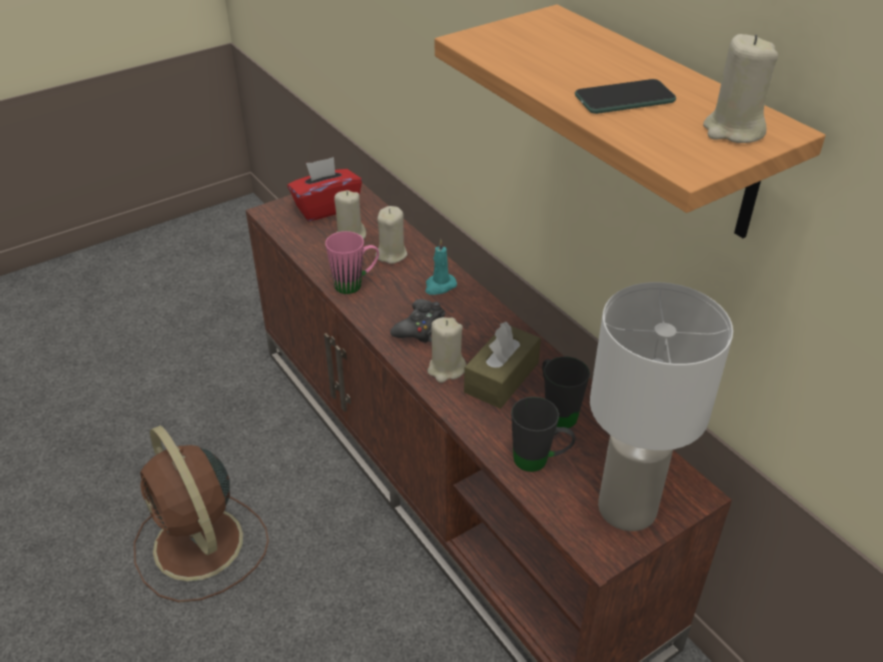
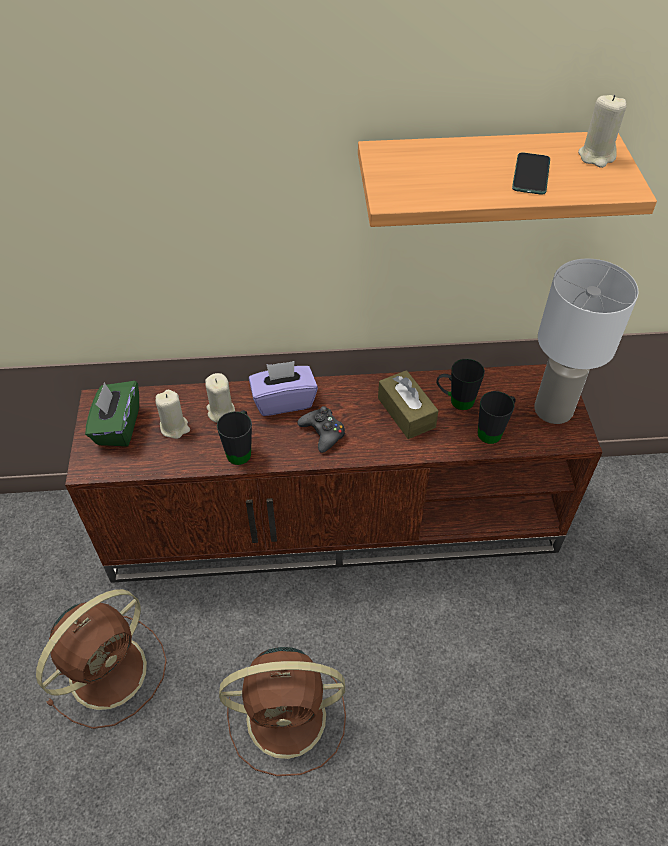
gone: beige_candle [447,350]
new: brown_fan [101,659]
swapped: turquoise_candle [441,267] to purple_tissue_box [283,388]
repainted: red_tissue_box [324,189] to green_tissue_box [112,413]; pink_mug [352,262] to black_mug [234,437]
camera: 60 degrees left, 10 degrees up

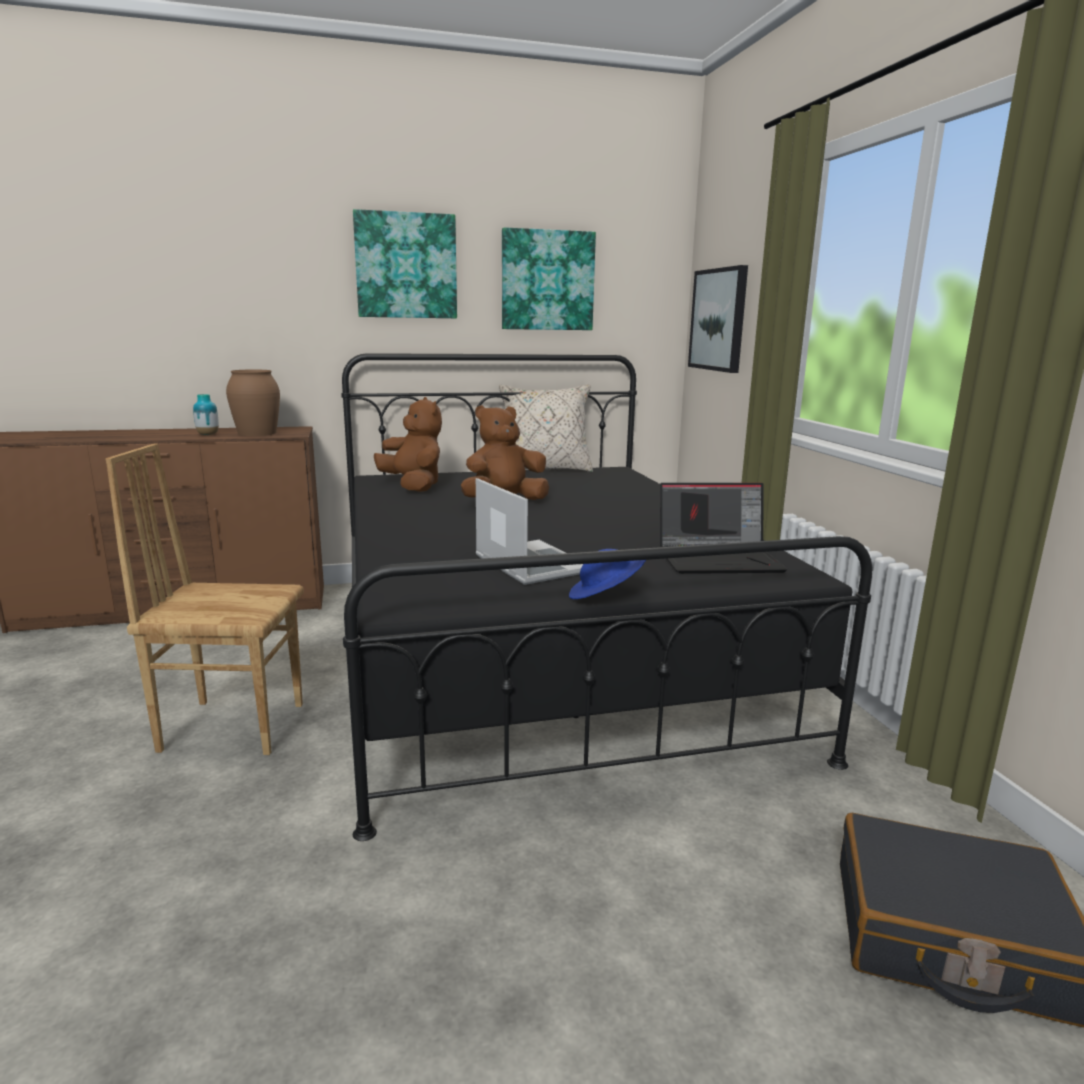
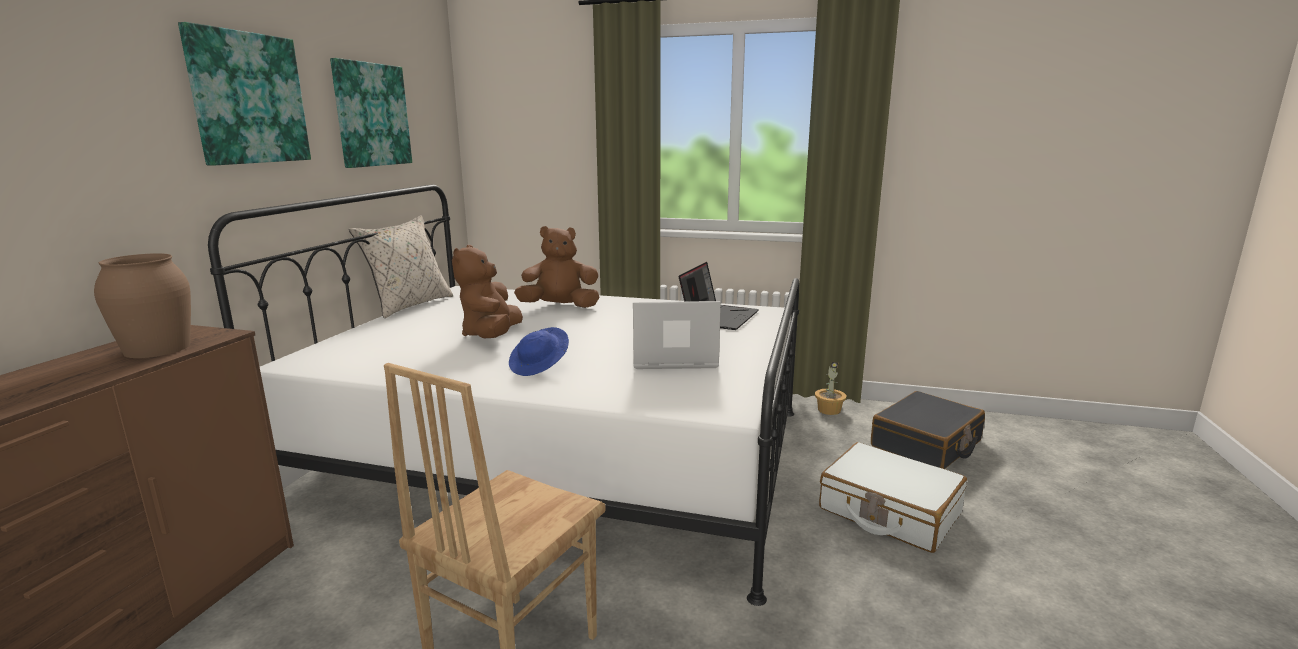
gone: vase [206,414]; picture [718,319]
new: potted_plant [830,388]; white_suitcase [893,497]
shifted: blue_hat [607,574] to [539,351]; brown_plush_toy [408,444] to [557,267]
repainted: black_bed [606,597] to white_bed [503,395]
camera: 60 degrees left, 0 degrees up

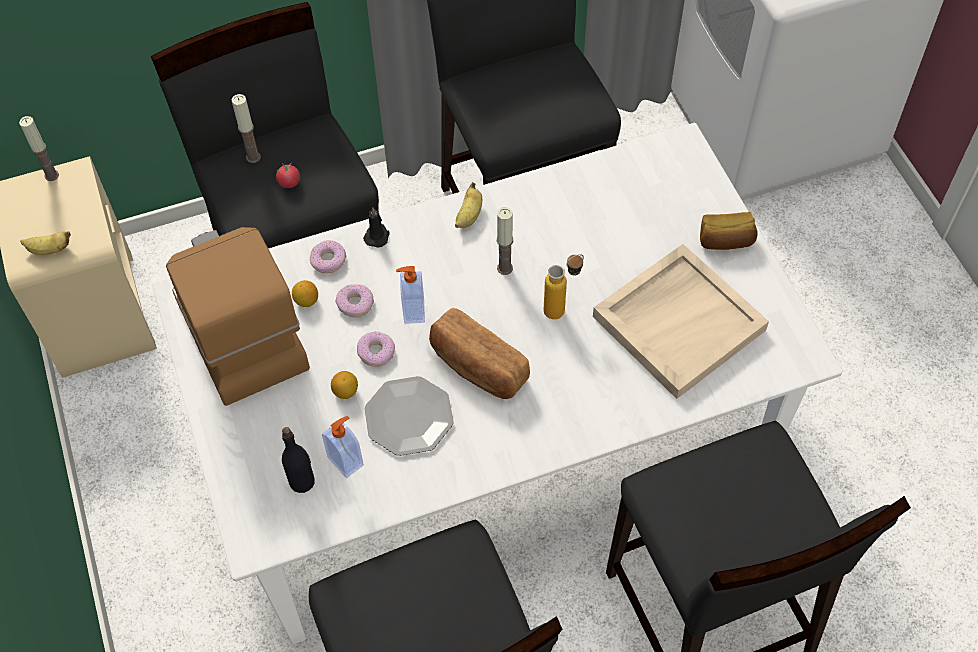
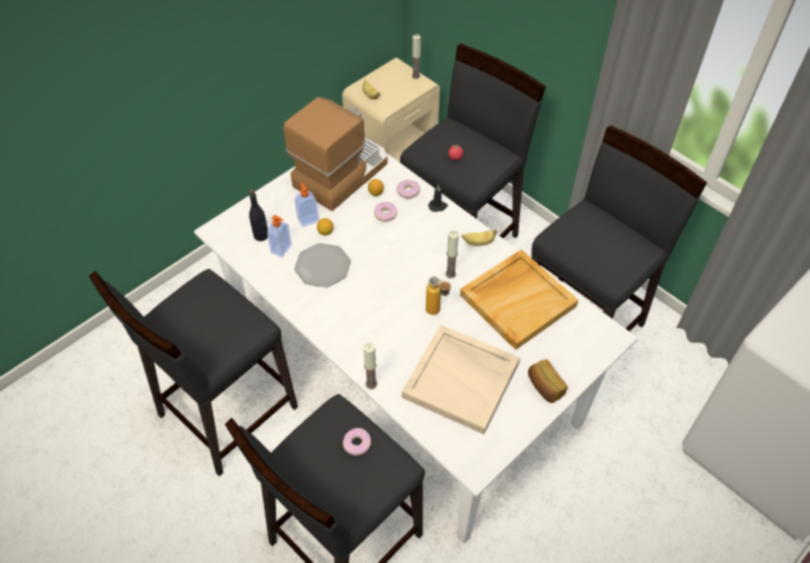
gone: bread [479,353]
new: beige_tray [519,299]
shifted: soap_dispenser [410,295] to [306,205]; donut [376,349] to [357,442]; candle [246,128] to [370,366]
camera: 65 degrees right, 5 degrees down

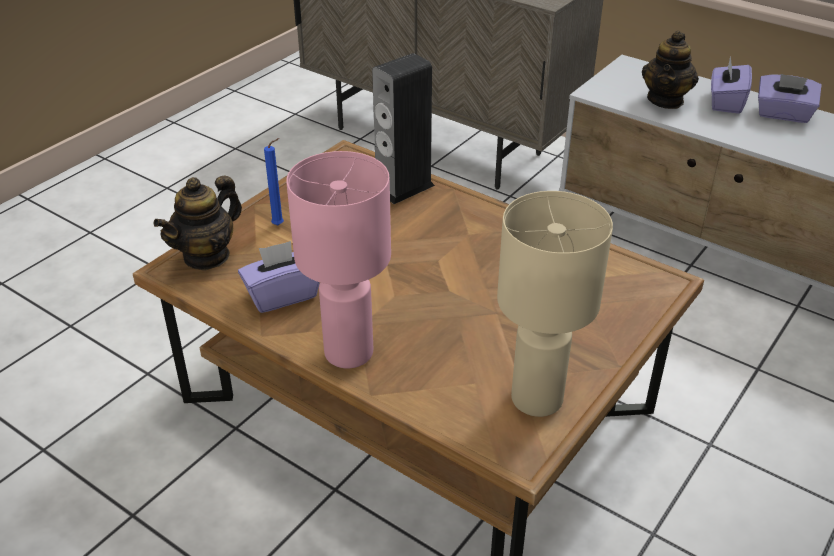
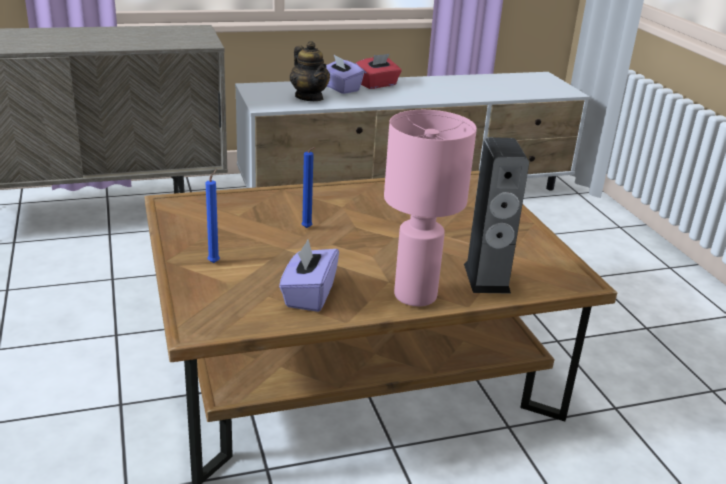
gone: teapot [197,223]; beige_table_lamp [555,304]
new: blue_candle [308,187]
shifted: speaker [403,128] to [496,215]
repainted: purple_tissue_box [790,98] to red_tissue_box [378,71]
camera: 55 degrees left, 10 degrees down

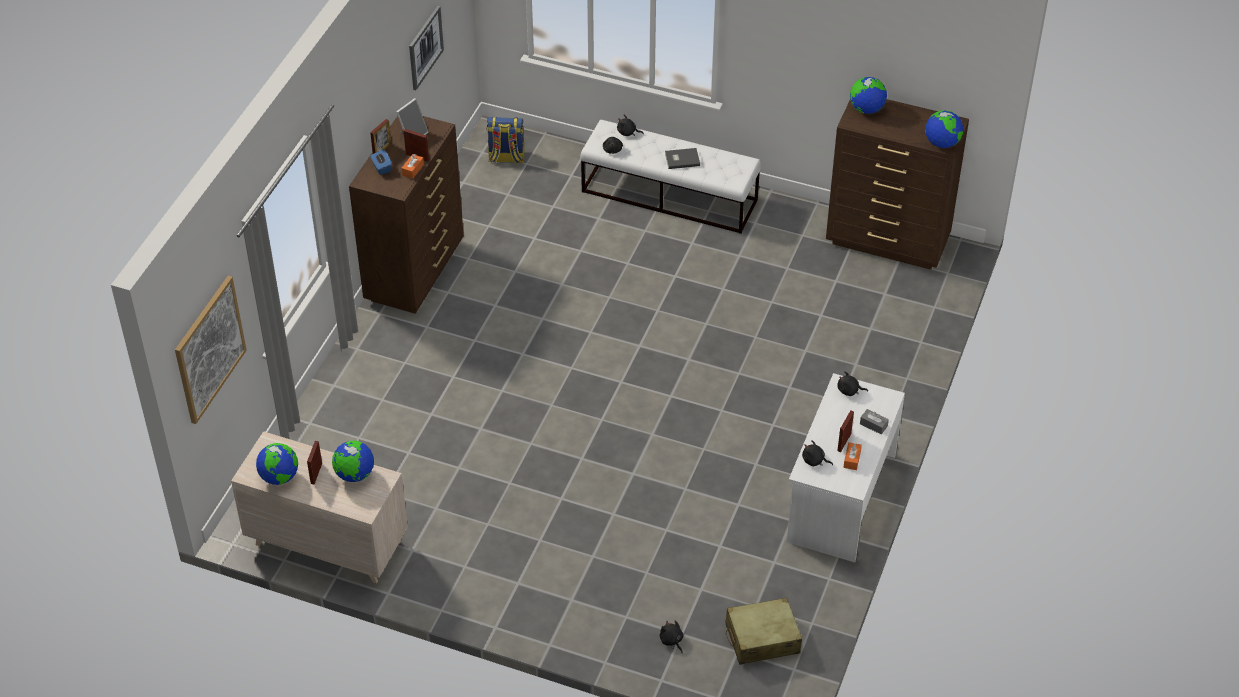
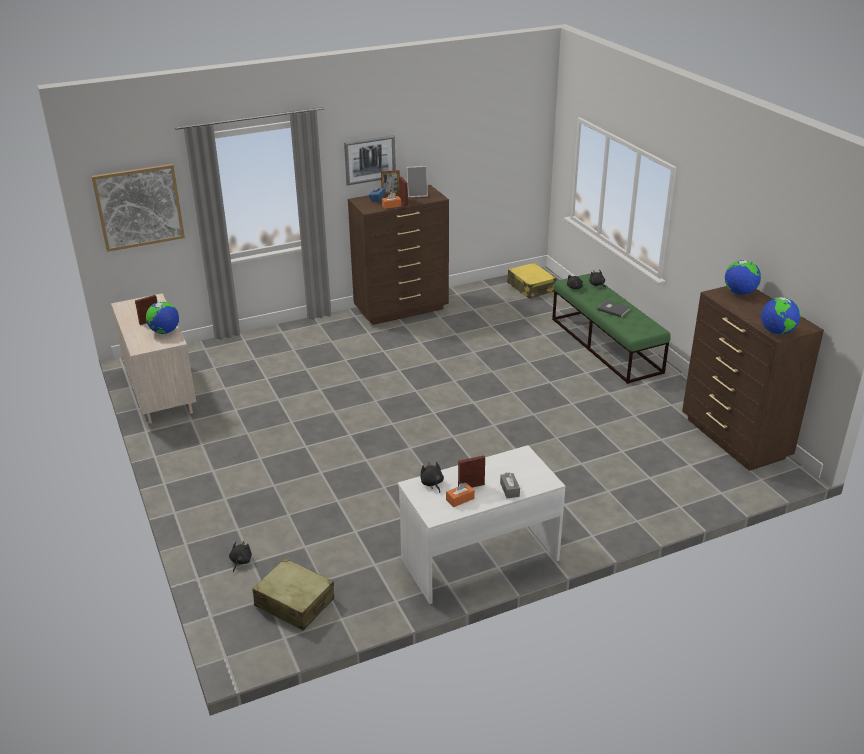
gone: globe [277,464]; black_plush_toy [852,383]
shifted: picture [426,48] to [370,160]
swapped: backpack [506,140] to yellow_suitcase [531,280]
repainted: white_bench [670,177] to green_bench [611,329]
camera: 45 degrees right, 15 degrees down

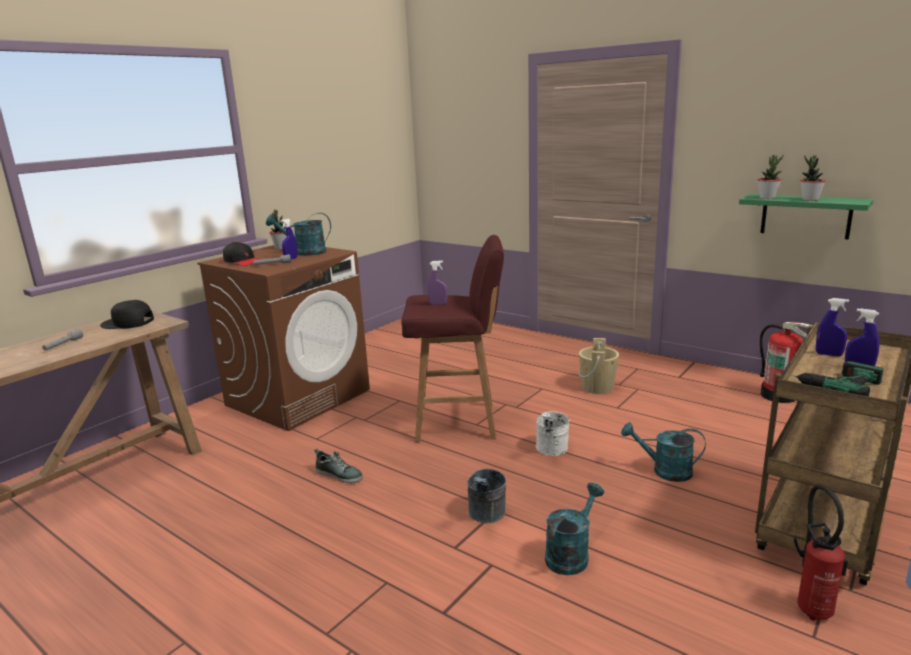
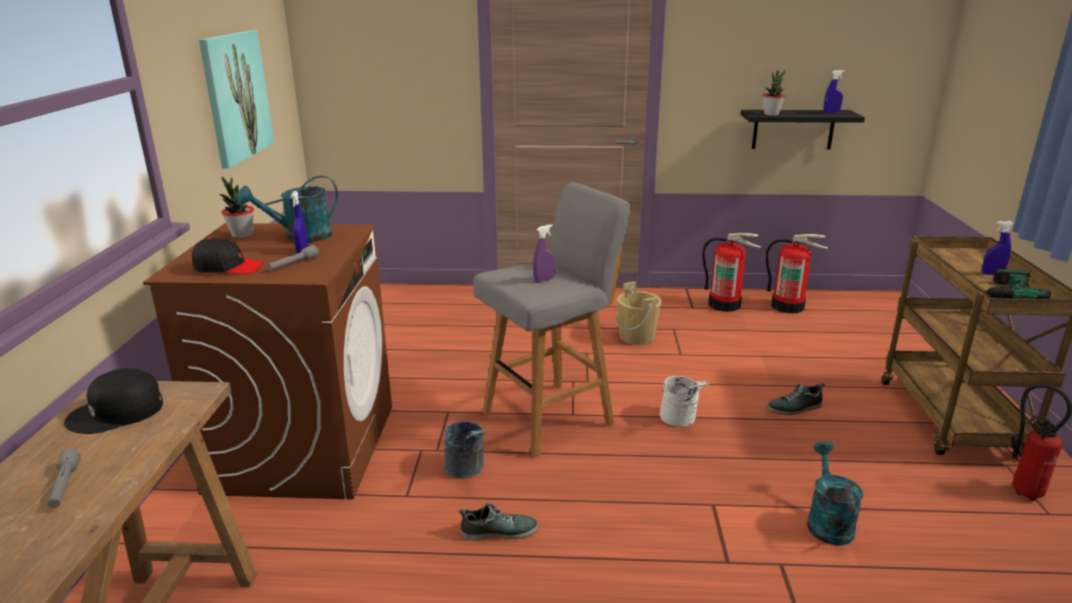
gone: potted_plant [813,178]
new: picture [236,99]; fire_extinguisher [731,272]
shifted: grey_bucket [487,496] to [464,450]; blue_spray_bottle [832,327] to [834,91]
swapped: turquoise_watering_can [663,452] to shoe [796,399]
repainted: red_stool [452,338] to grey_stool [552,320]; green_shelf [806,217] to black_shelf [803,129]
camera: 35 degrees left, 5 degrees up

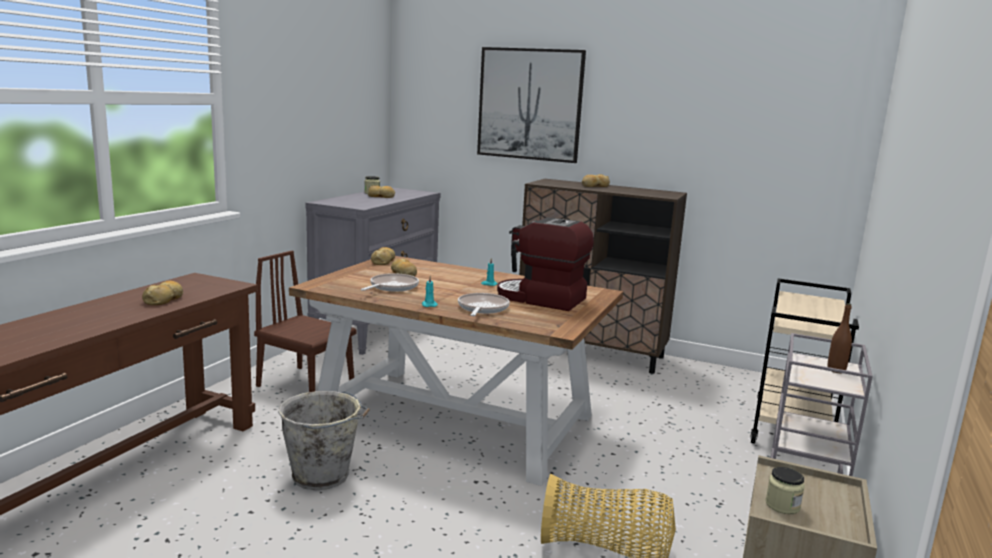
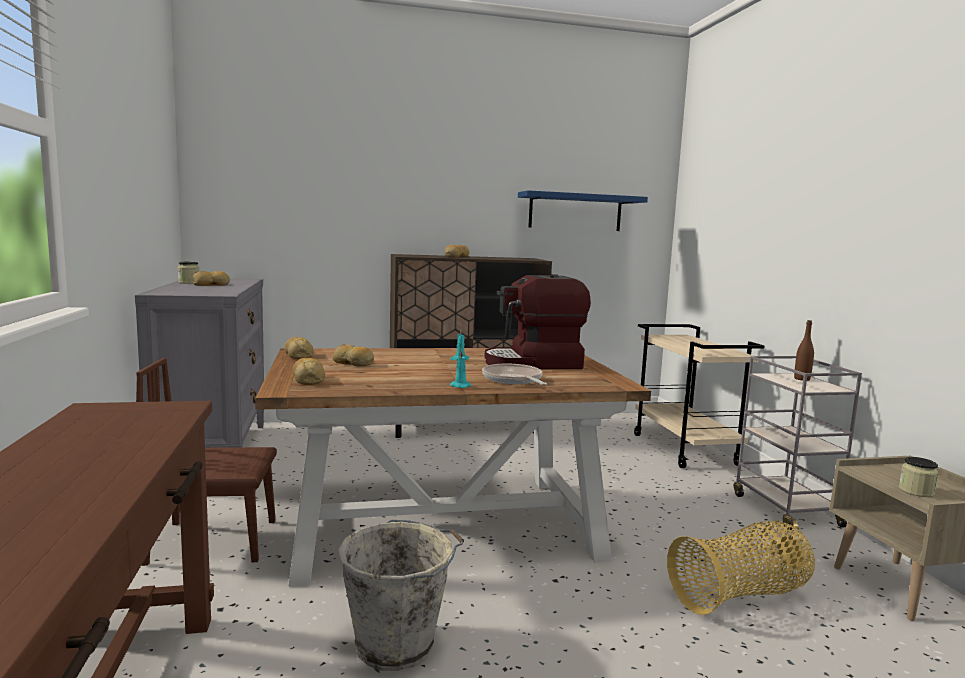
gone: frying_pan [390,282]; picture [531,105]
new: blue_shelf [583,210]
shifted: bread [162,293] to [309,371]
camera: 35 degrees left, 5 degrees down

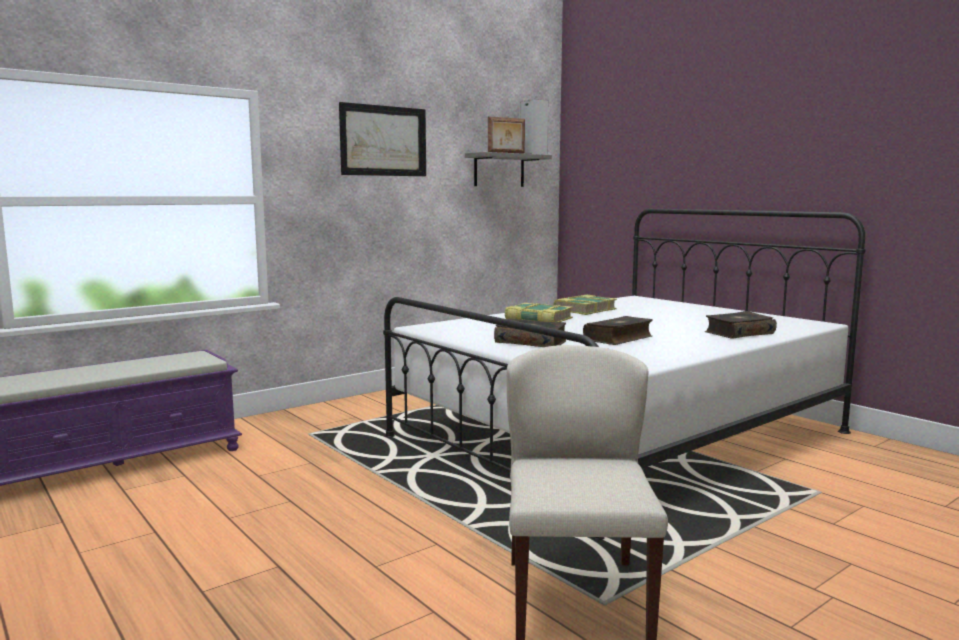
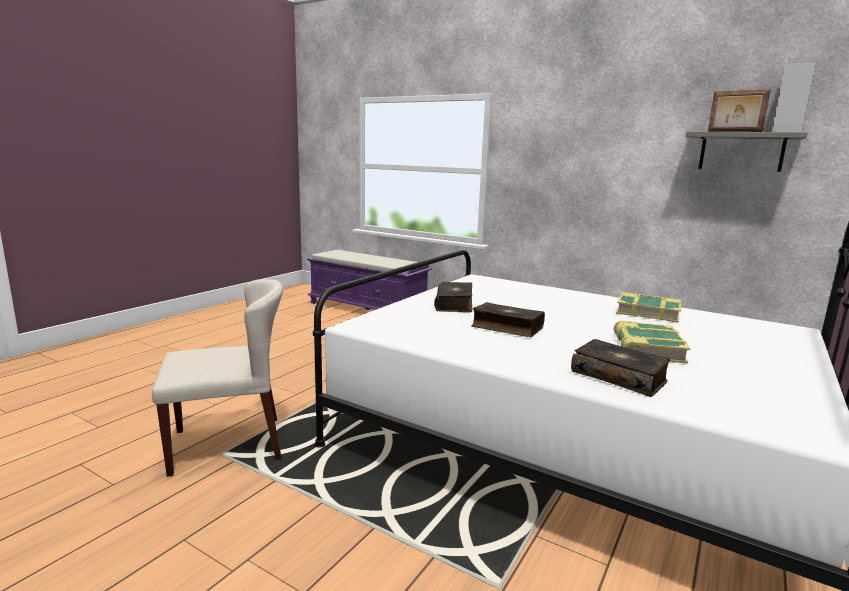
gone: picture [382,139]
shifted: book [539,312] to [652,342]
camera: 70 degrees right, 5 degrees up

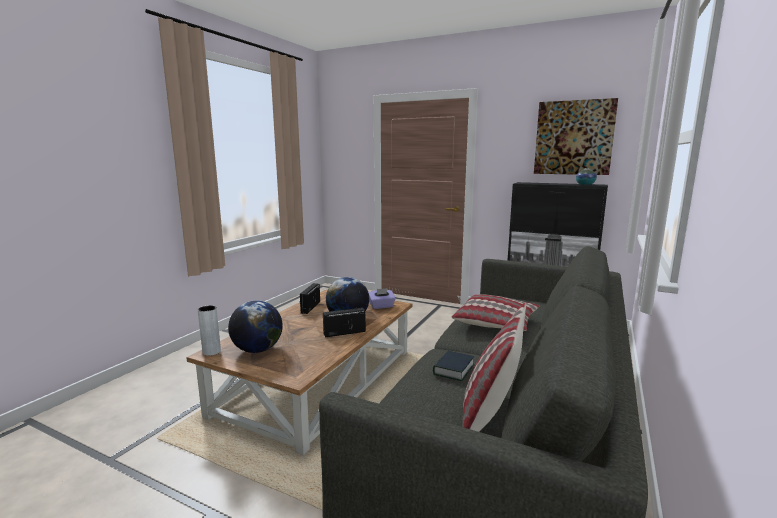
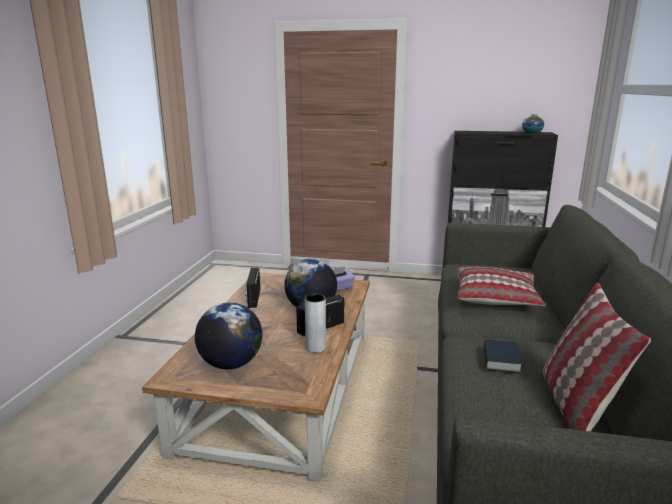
gone: picture [576,136]
shifted: grey_vase [209,330] to [315,323]
camera: 15 degrees left, 5 degrees up

